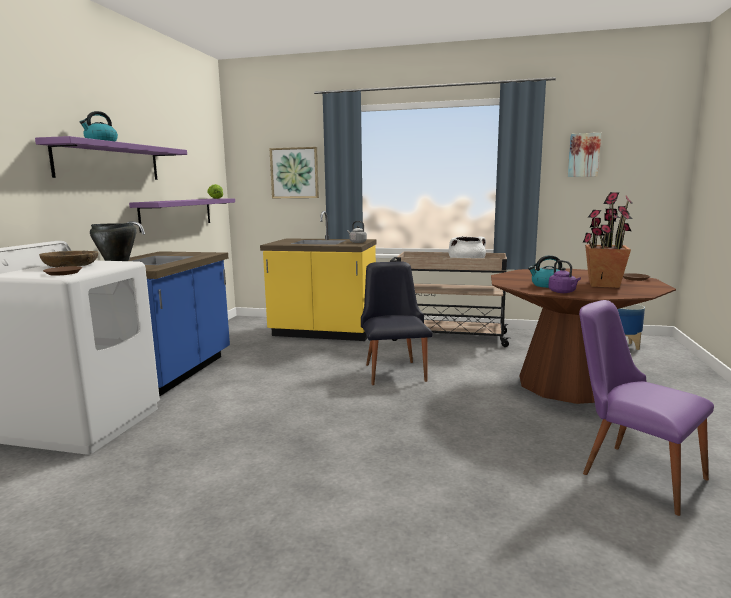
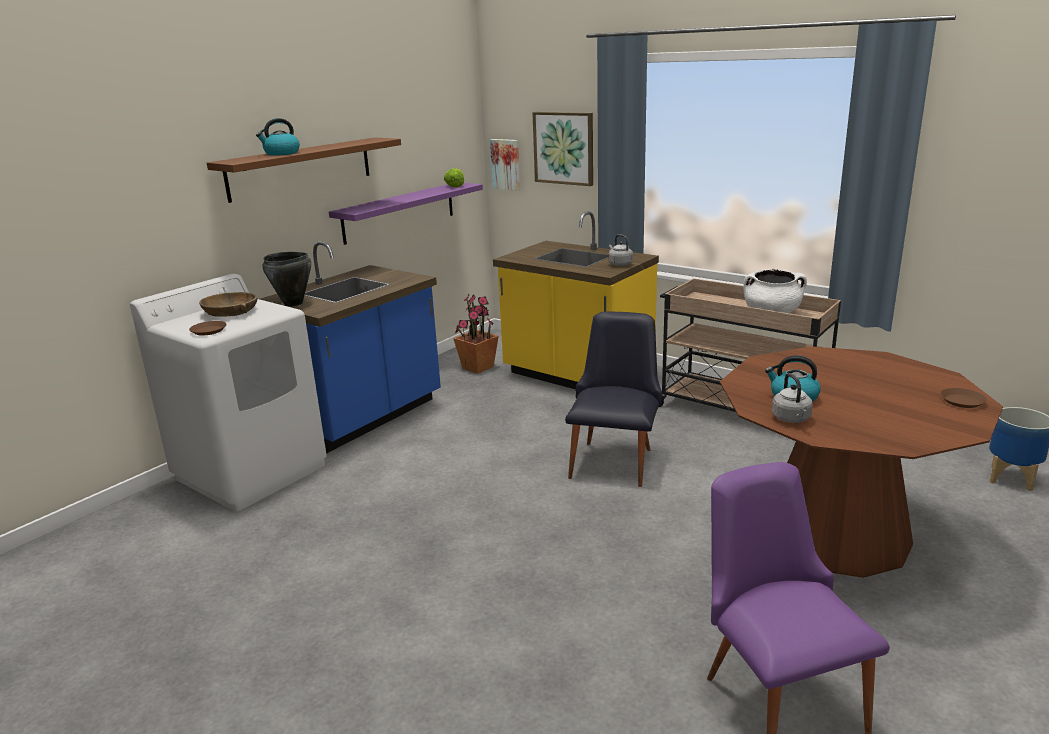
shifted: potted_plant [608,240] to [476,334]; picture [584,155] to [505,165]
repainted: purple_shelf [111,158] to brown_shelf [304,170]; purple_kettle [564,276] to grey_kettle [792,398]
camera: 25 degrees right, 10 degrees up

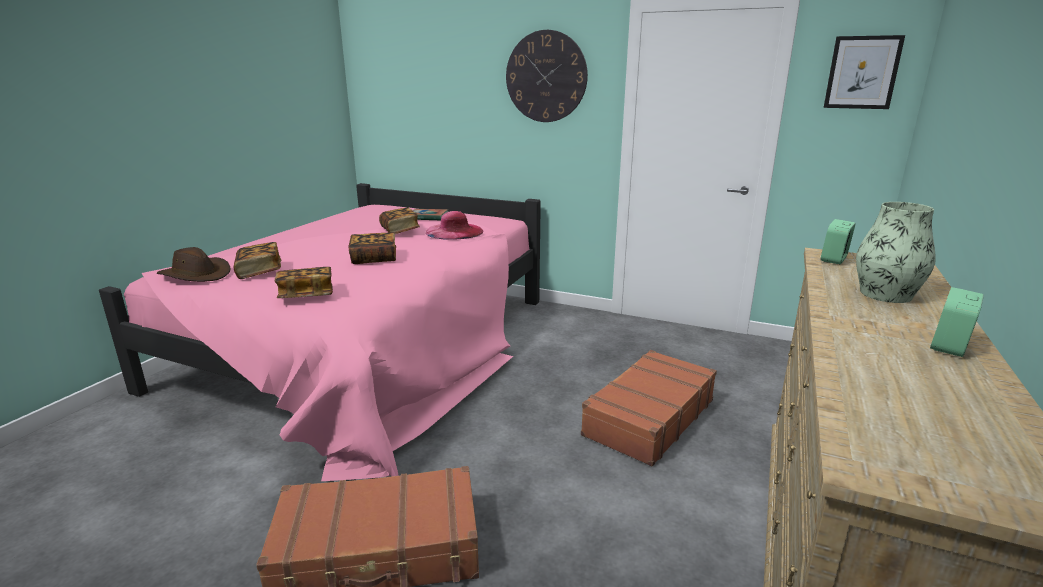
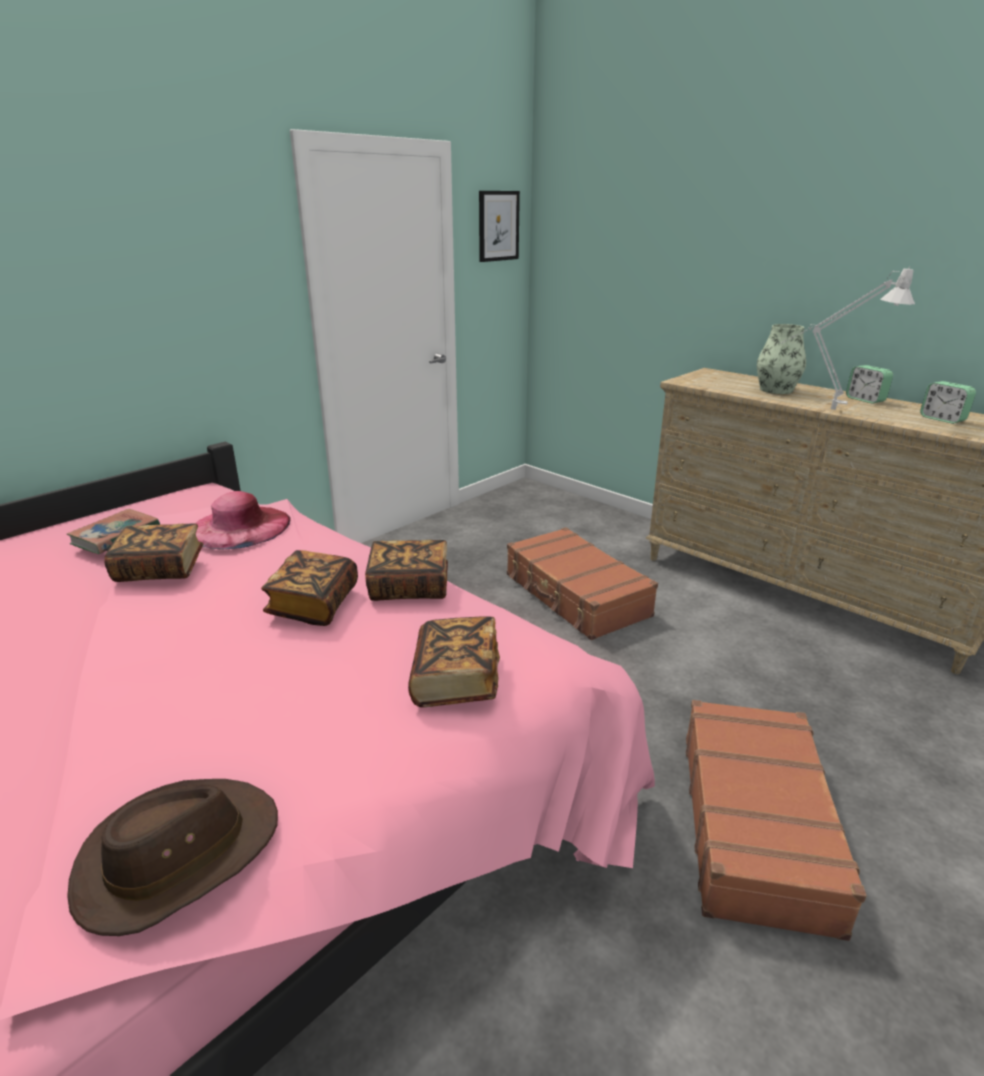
gone: wall_clock [547,76]
new: grey_table_lamp [848,338]
shifted: book [257,260] to [406,570]; alarm_clock [838,241] to [948,402]
camera: 70 degrees left, 5 degrees up

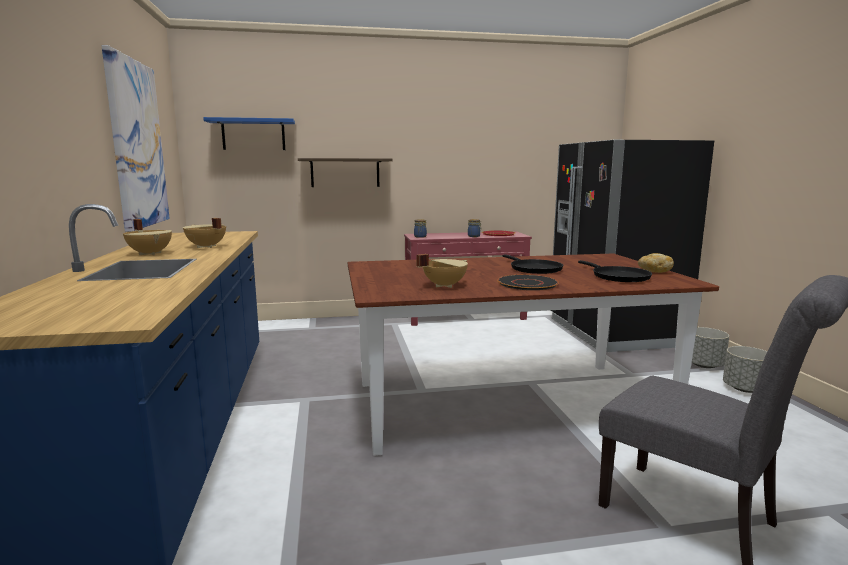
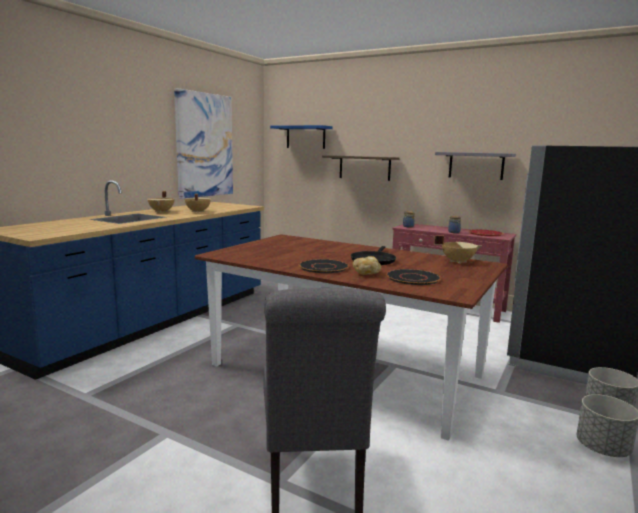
new: grey_shelf [475,166]
shifted: bread [656,263] to [367,265]; beige_cooking_pot [442,271] to [457,249]
swapped: black_frying_pan [615,271] to black_plate [413,277]
camera: 40 degrees right, 0 degrees up

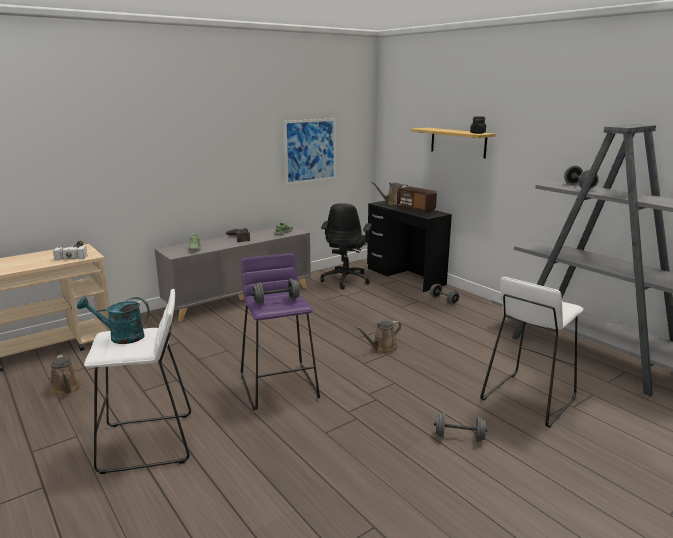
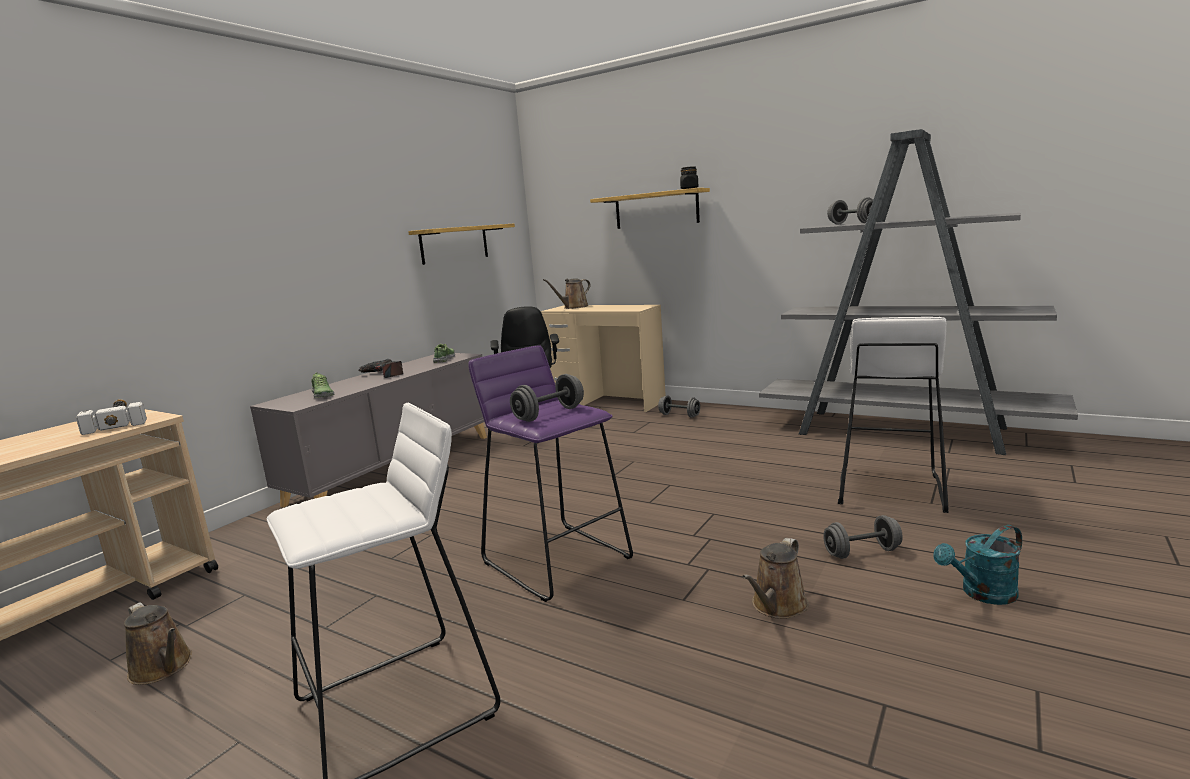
gone: radio [417,199]
shifted: brown_watering_can [378,337] to [775,578]; turquoise_watering_can [113,320] to [978,565]
swapped: picture [310,151] to shelf [461,244]
repainted: black_desk [409,246] to beige_desk [603,358]
camera: 20 degrees left, 5 degrees down

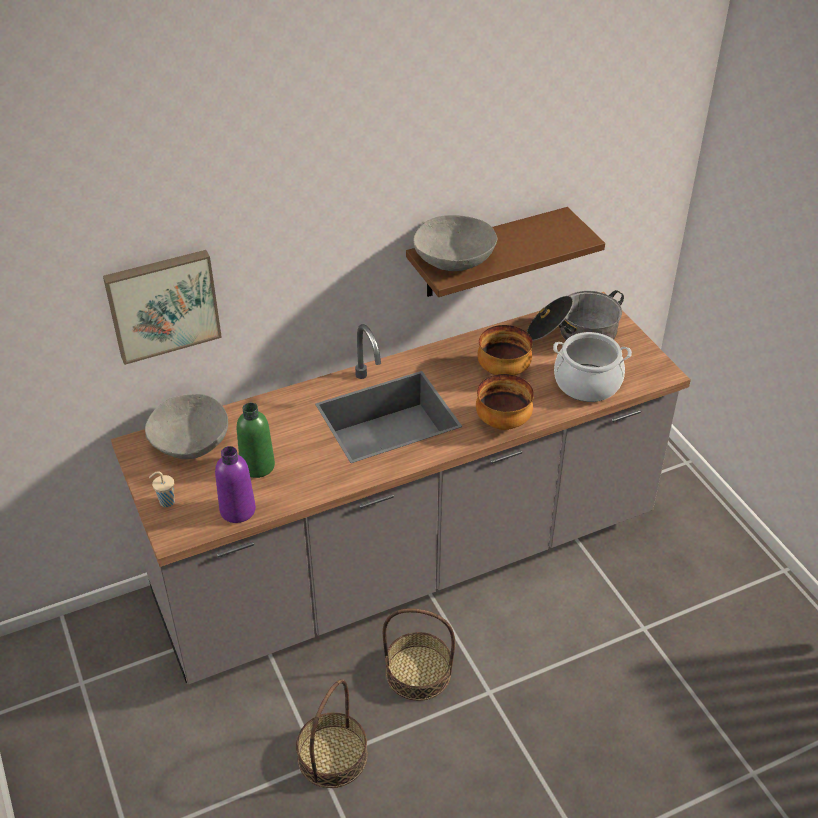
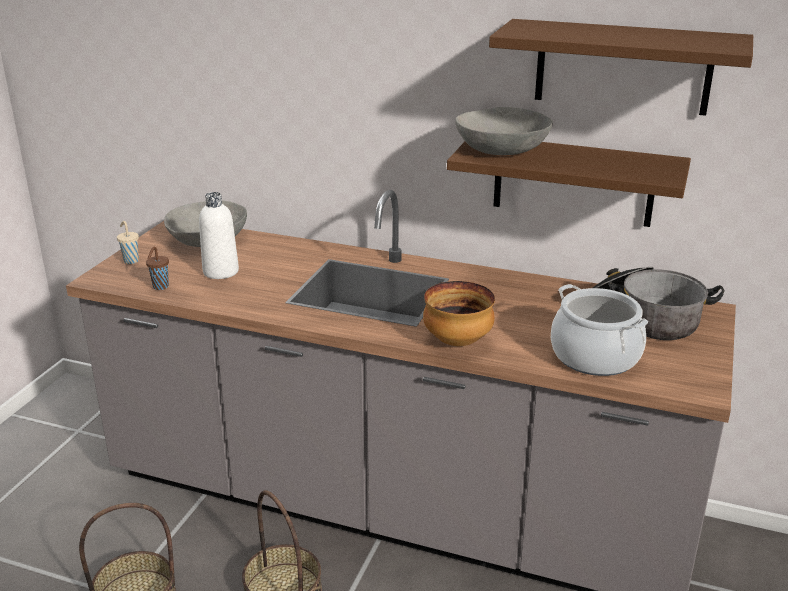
gone: picture [162,307]; bowl [505,350]
new: brown_shelf [621,67]
swapped: purple_bottle [235,484] to brown_cup [157,268]
repainted: green_bottle [256,440] to white_bottle [219,235]
camera: 45 degrees right, 15 degrees down

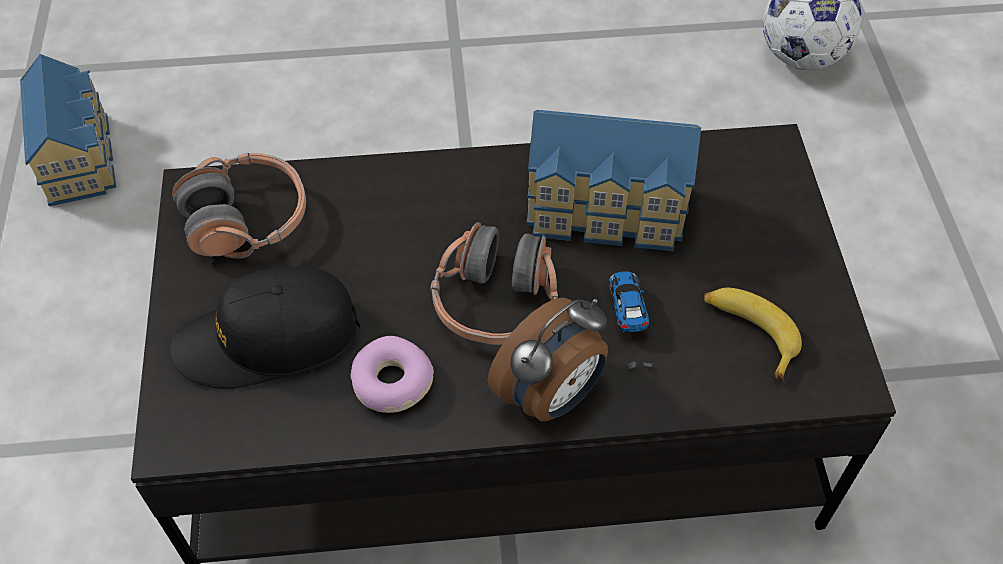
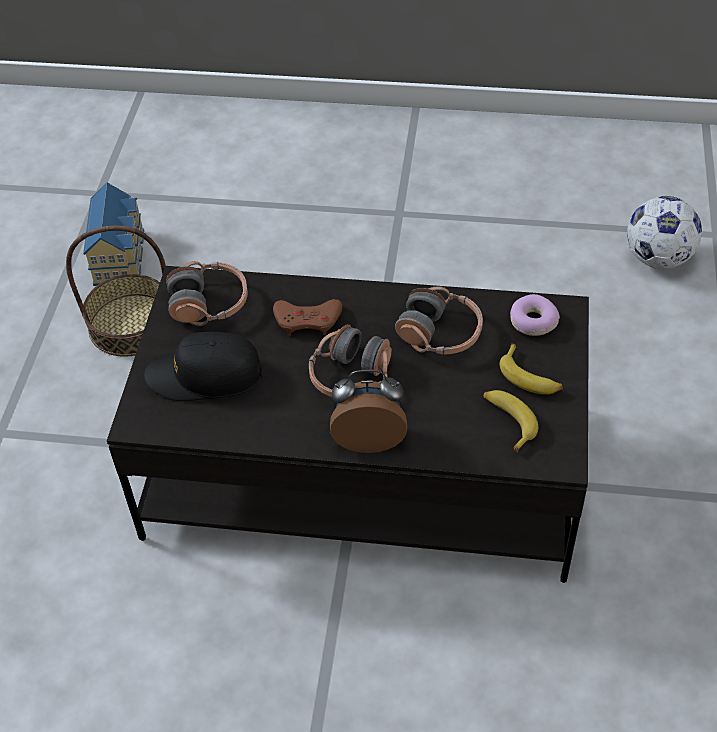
gone: toy_car [630,320]
new: basket [116,291]; brown_game_controller [307,317]; banana [531,369]
shifted: donut [392,374] to [535,315]
swapped: toy_house [613,180] to headphones [439,320]
rotated: alarm_clock [548,359] = [368,411] 150 degrees counterclockwise
camera: 15 degrees right, 5 degrees down

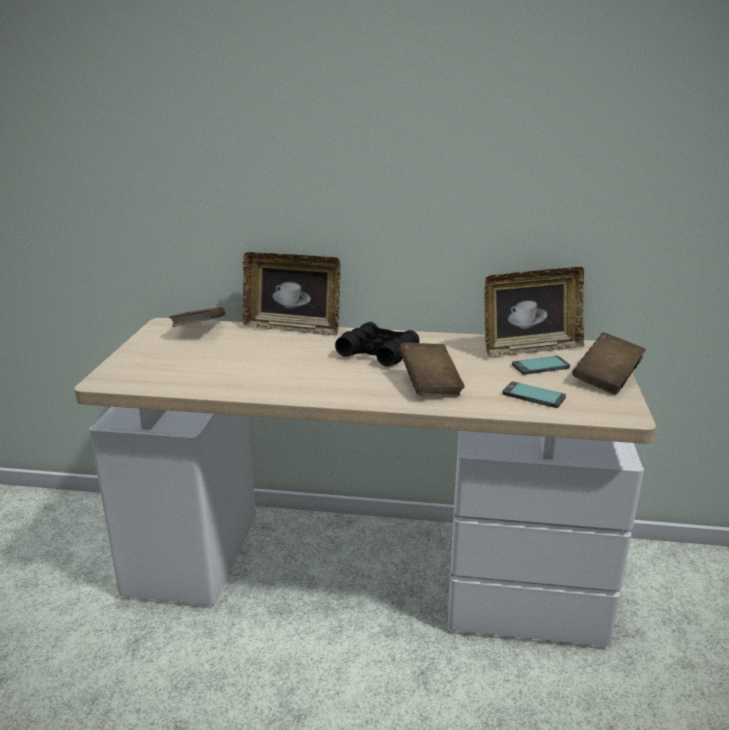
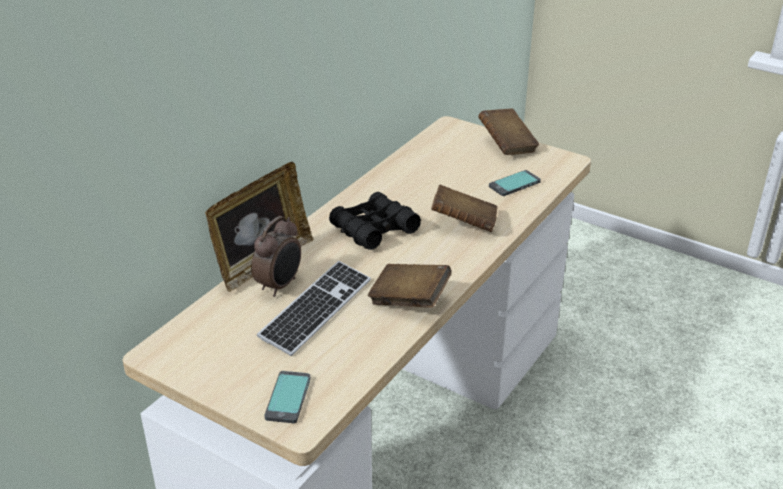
gone: picture_frame [534,312]
new: alarm_clock [276,256]; keyboard [314,308]
shifted: phone [541,365] to [287,397]; brown_book [197,317] to [409,286]
camera: 65 degrees left, 10 degrees up

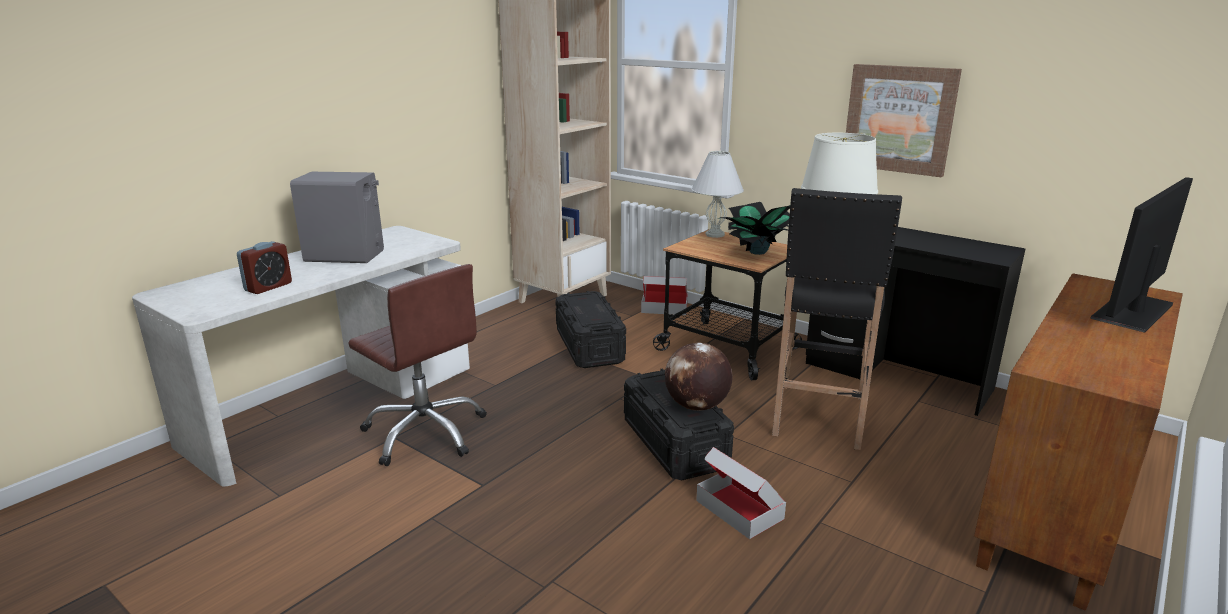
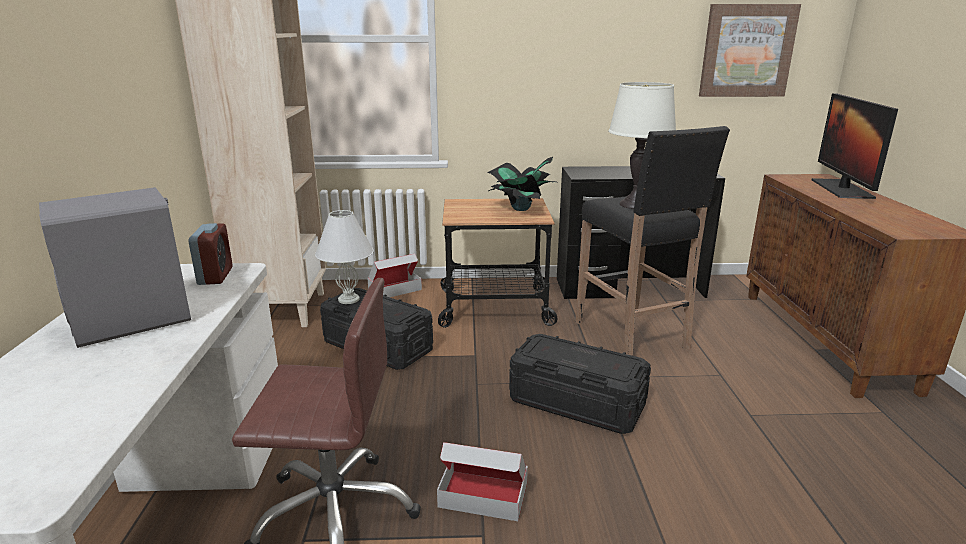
gone: globe [698,377]
shifted: alarm_clock [264,267] to [211,254]; white_table_lamp [718,194] to [344,257]; cardboard_box [741,493] to [482,481]; picture [904,120] to [750,50]
camera: 40 degrees left, 0 degrees up

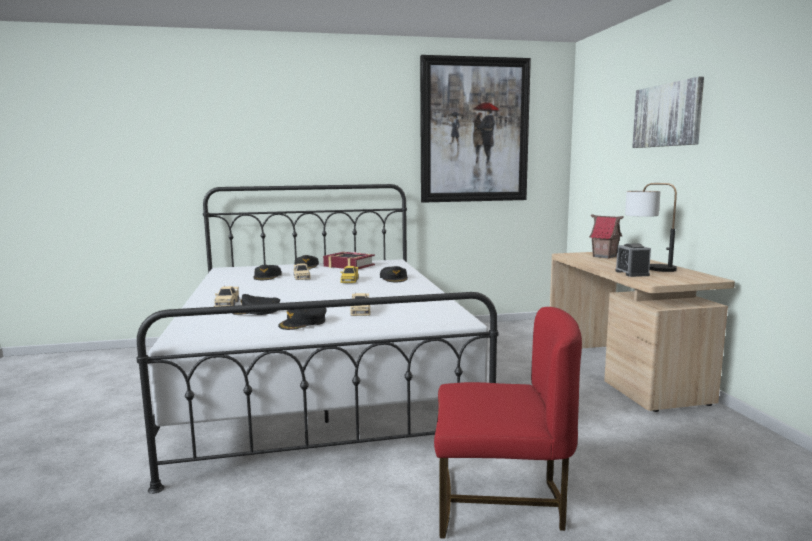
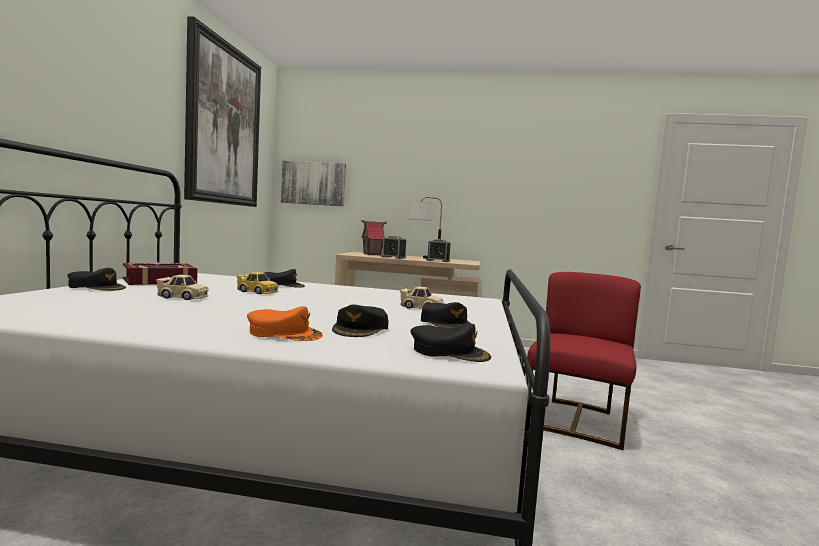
new: alarm_clock [393,247]
shifted: picture [668,112] to [313,183]; black_cap [267,272] to [451,343]
swapped: beige_toy_car [226,296] to orange_cap [285,323]
camera: 70 degrees left, 5 degrees down

